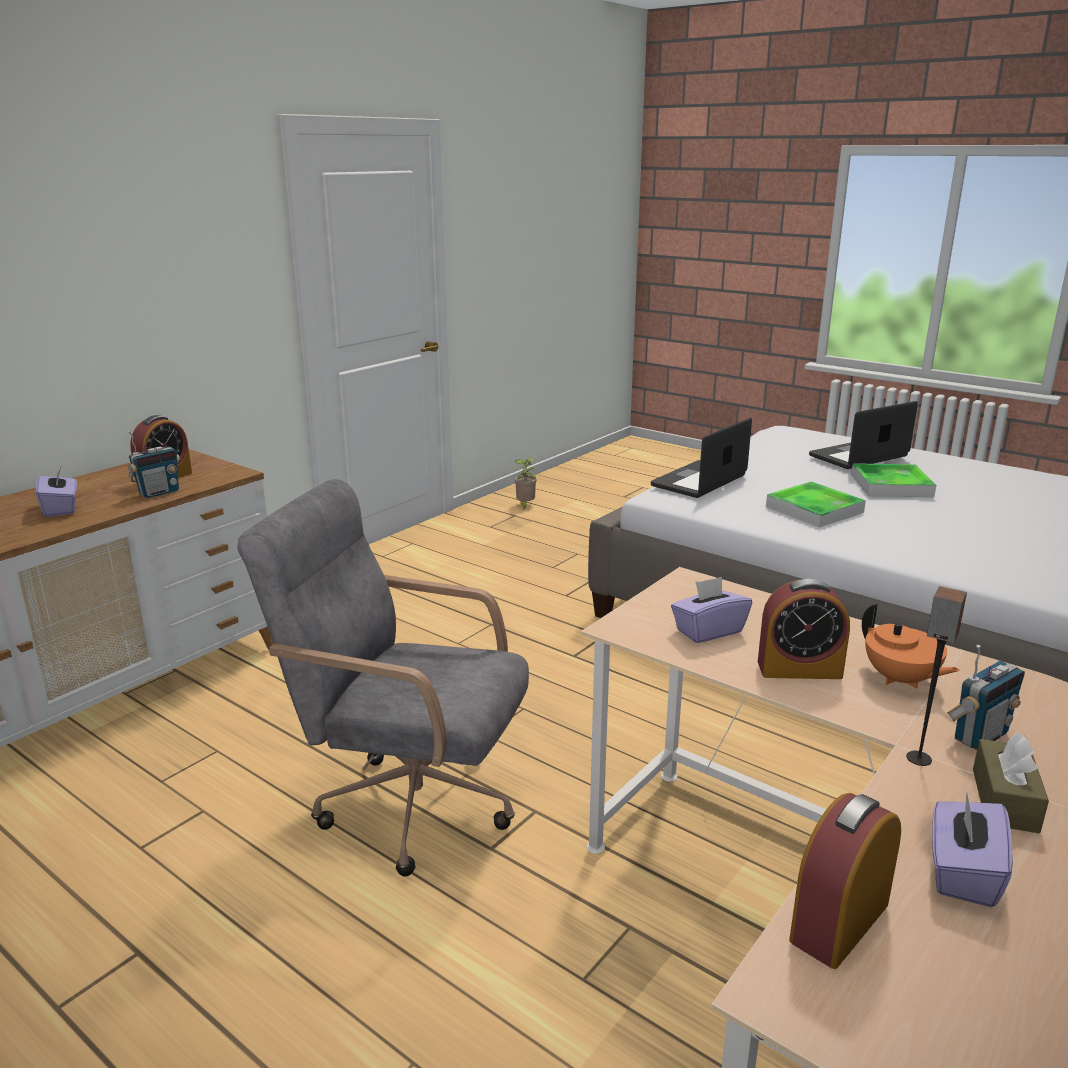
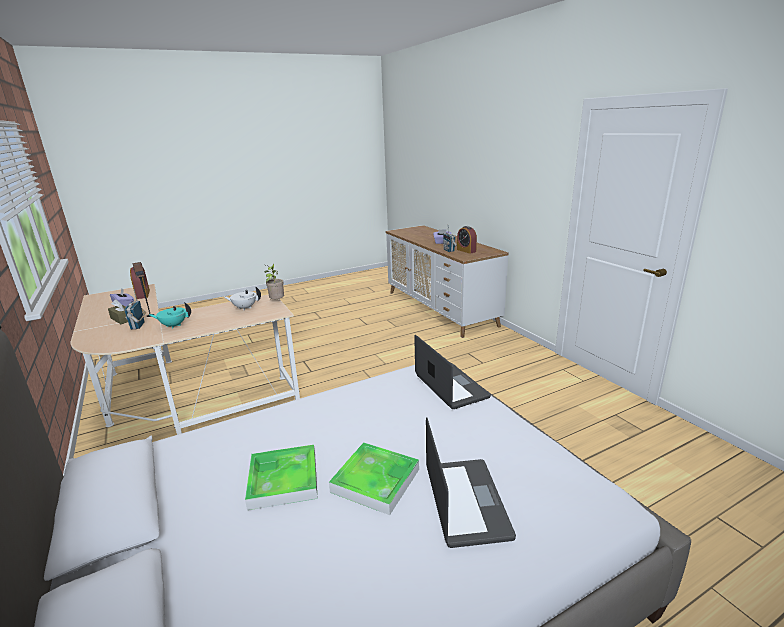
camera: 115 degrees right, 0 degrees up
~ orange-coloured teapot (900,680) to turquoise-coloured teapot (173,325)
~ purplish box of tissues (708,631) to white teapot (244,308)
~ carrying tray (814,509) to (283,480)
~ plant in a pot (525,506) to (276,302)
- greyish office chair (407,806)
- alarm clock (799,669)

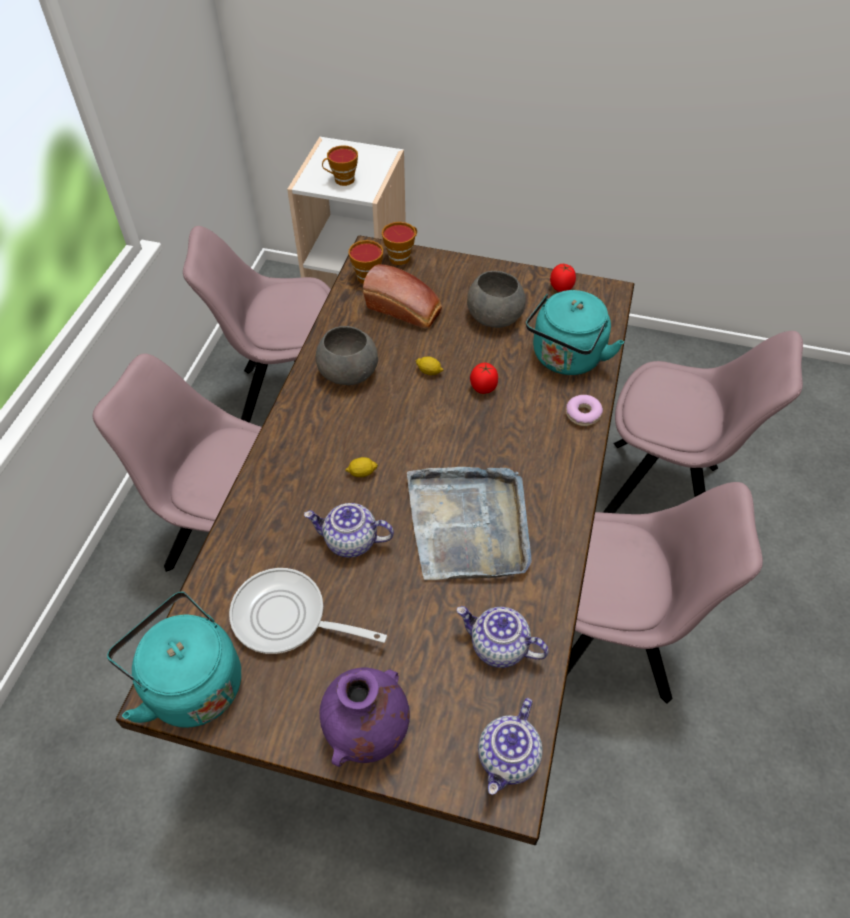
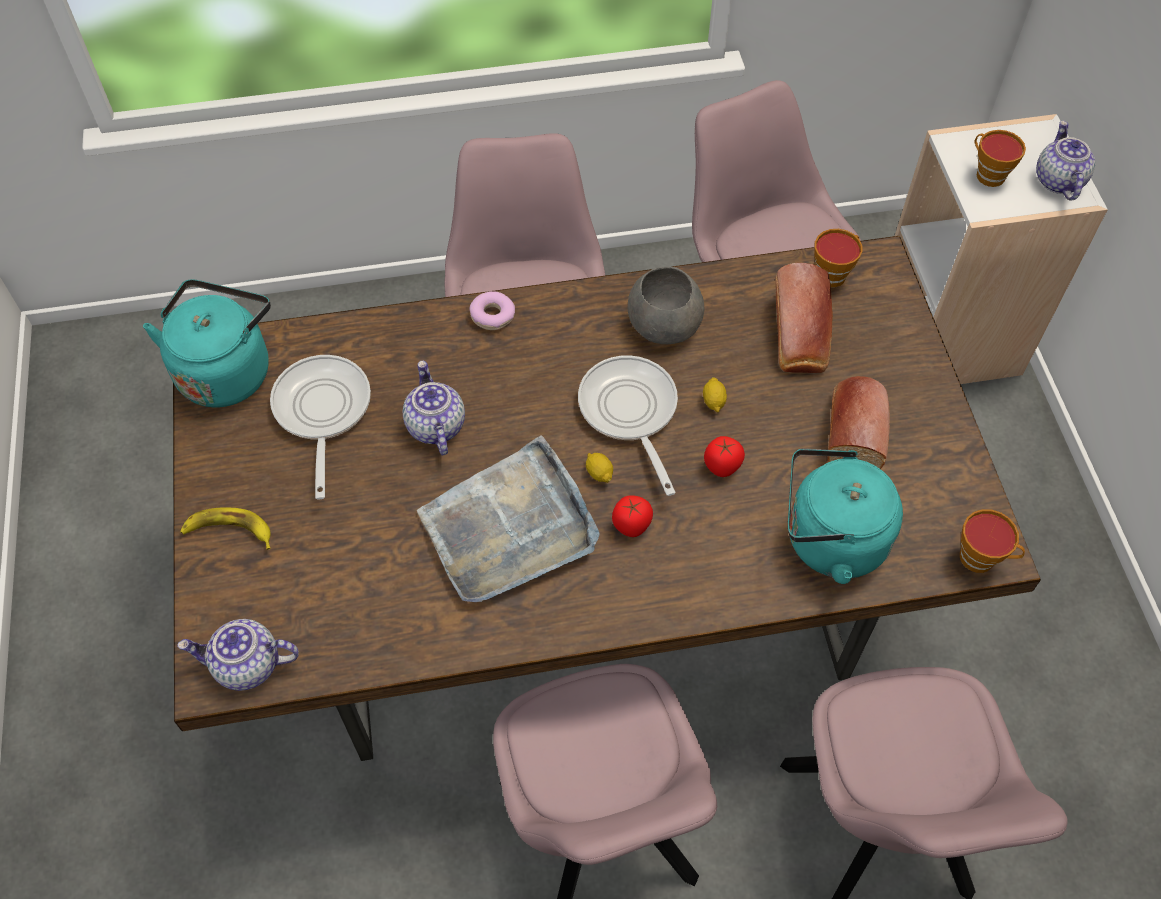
camera: 65 degrees right, 5 degrees up
~ purplish vase (367,733) to banana fruit (229,531)
~ doughnut (583,414) to (492,315)
+ skillet (630,413)
~ whole lemon (362,473) to (599,473)
~ tomato (561,287) to (631,525)
~ greyish bowl (493,315) to baked bread (854,432)
~ drinking cup (401,256) to (981,558)
~ teapot (498,646) to (1057,180)

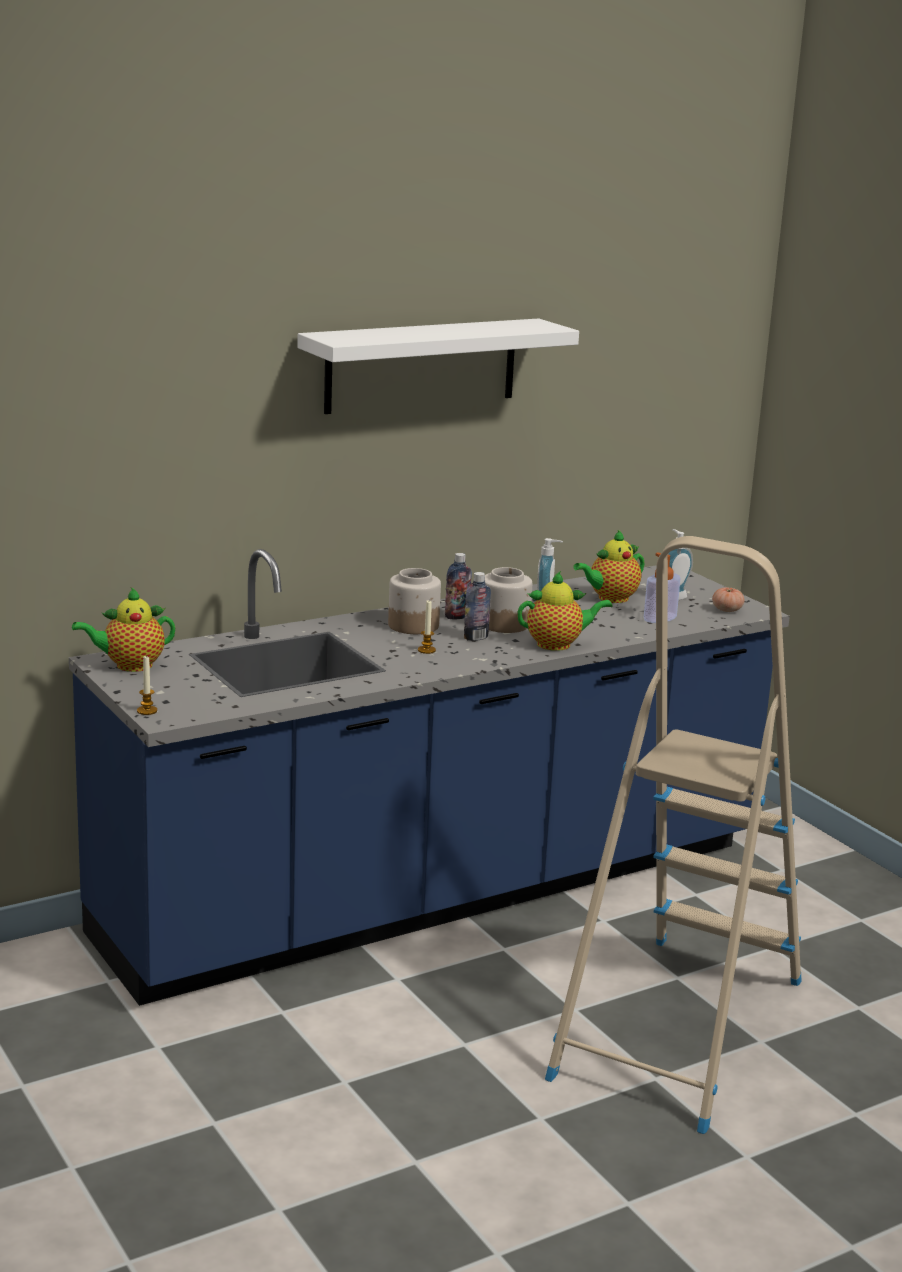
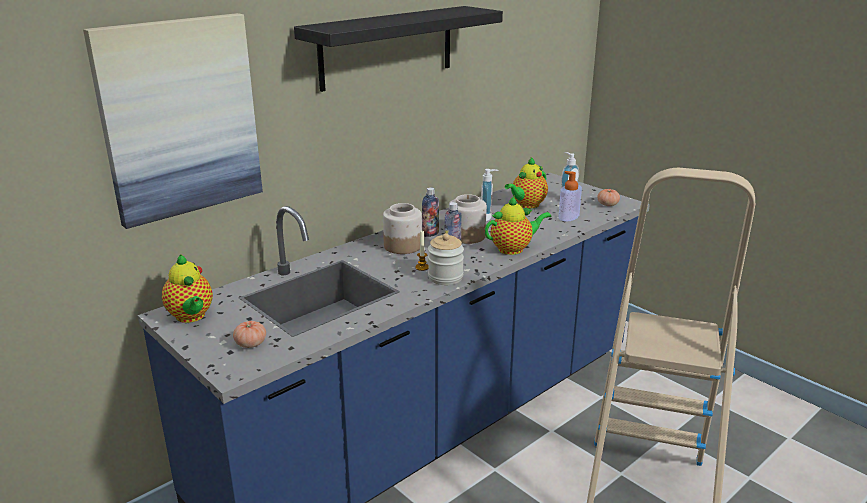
camera: 10 degrees left, 5 degrees up
+ picture (180,118)
~ teapot (129,665) = (191,317) 90 degrees counterclockwise
+ tomato (250,344)
~ white wall shelf (421,365) to black-coloured wall shelf (387,47)
+ storage jar (445,277)
- wax candle (147,711)

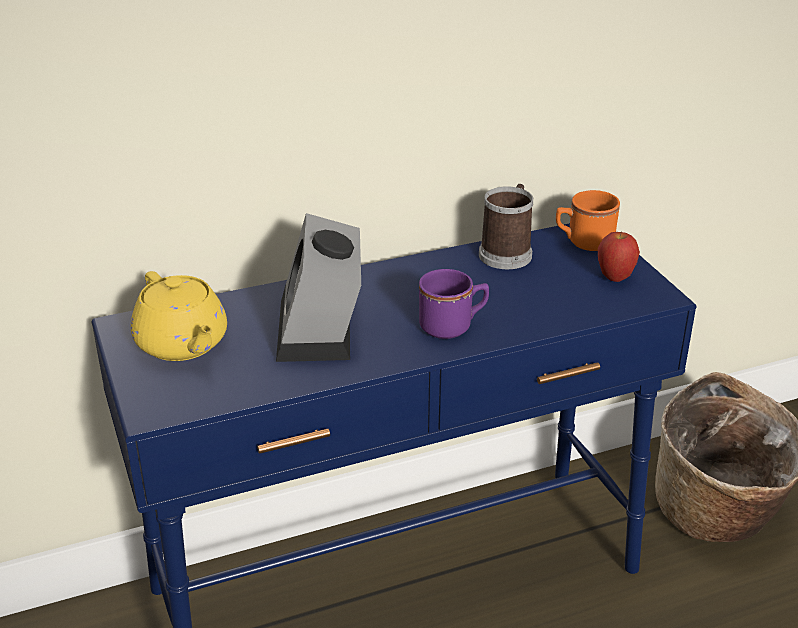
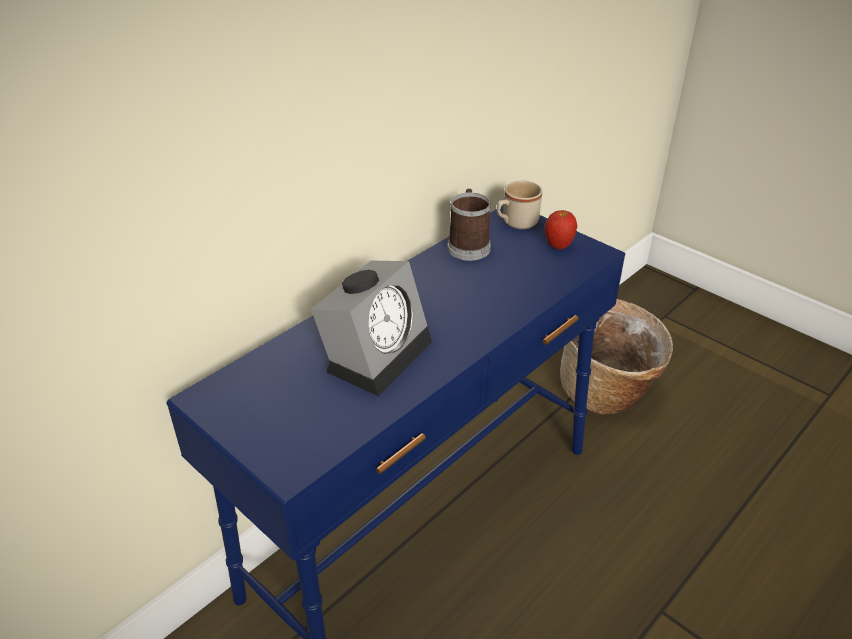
camera: 25 degrees left, 5 degrees up
~ alarm clock (321,331) = (377,352) 120 degrees counterclockwise
~ orange-coloured tea mug (583,242) to beige tea mug (515,223)
- yellowish teapot (182,344)
- purplish tea mug (453,326)

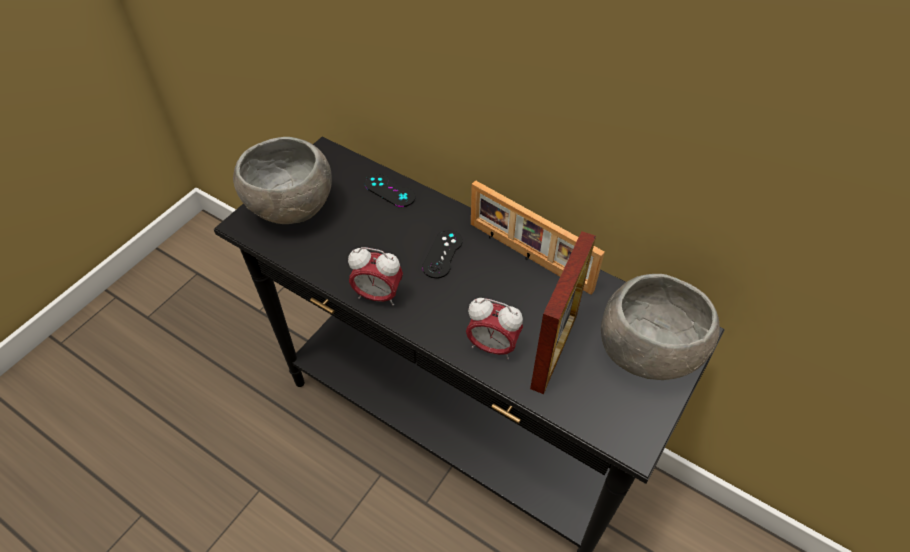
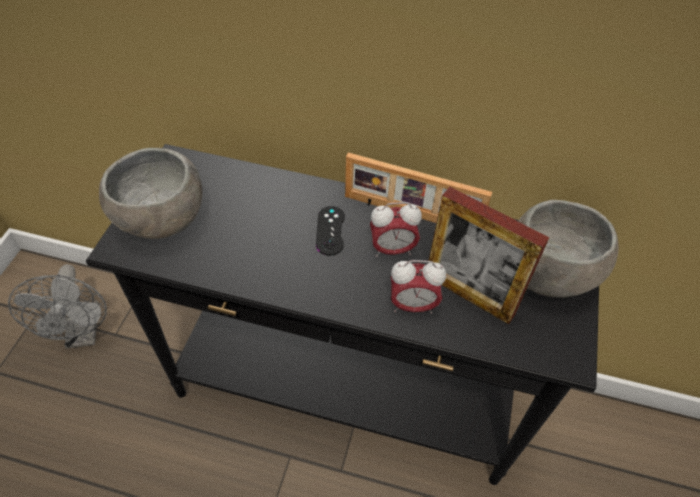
camera: 20 degrees left, 0 degrees up
+ greyish electric fan (83,334)
~ alarm clock (378,295) to (392,249)
~ picture frame (554,351) = (469,295) 120 degrees clockwise
- black-coloured gamepad (389,190)

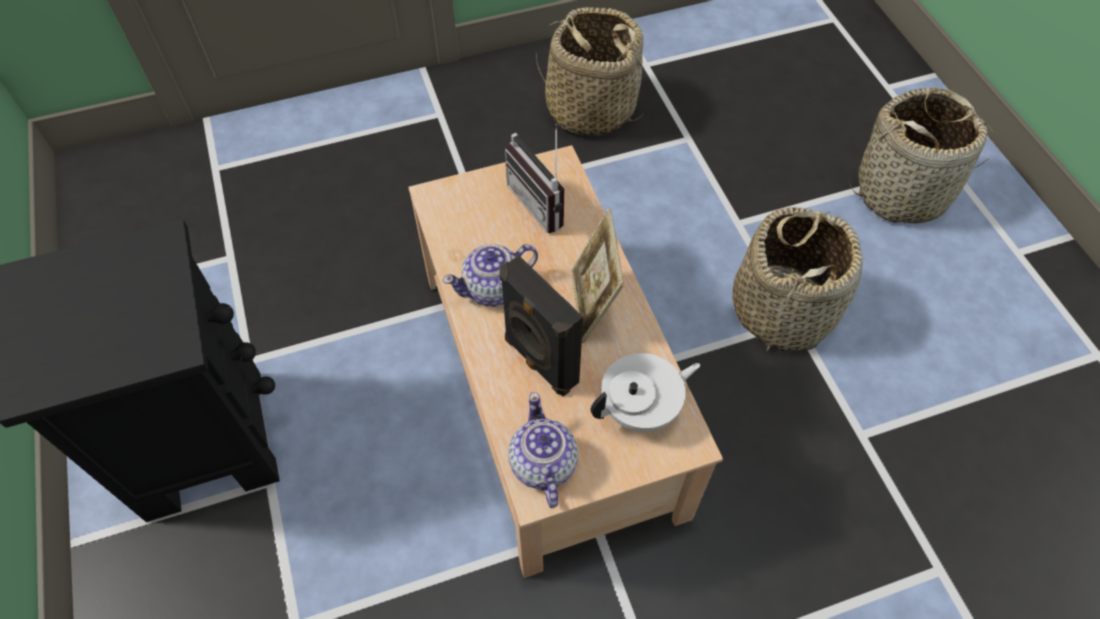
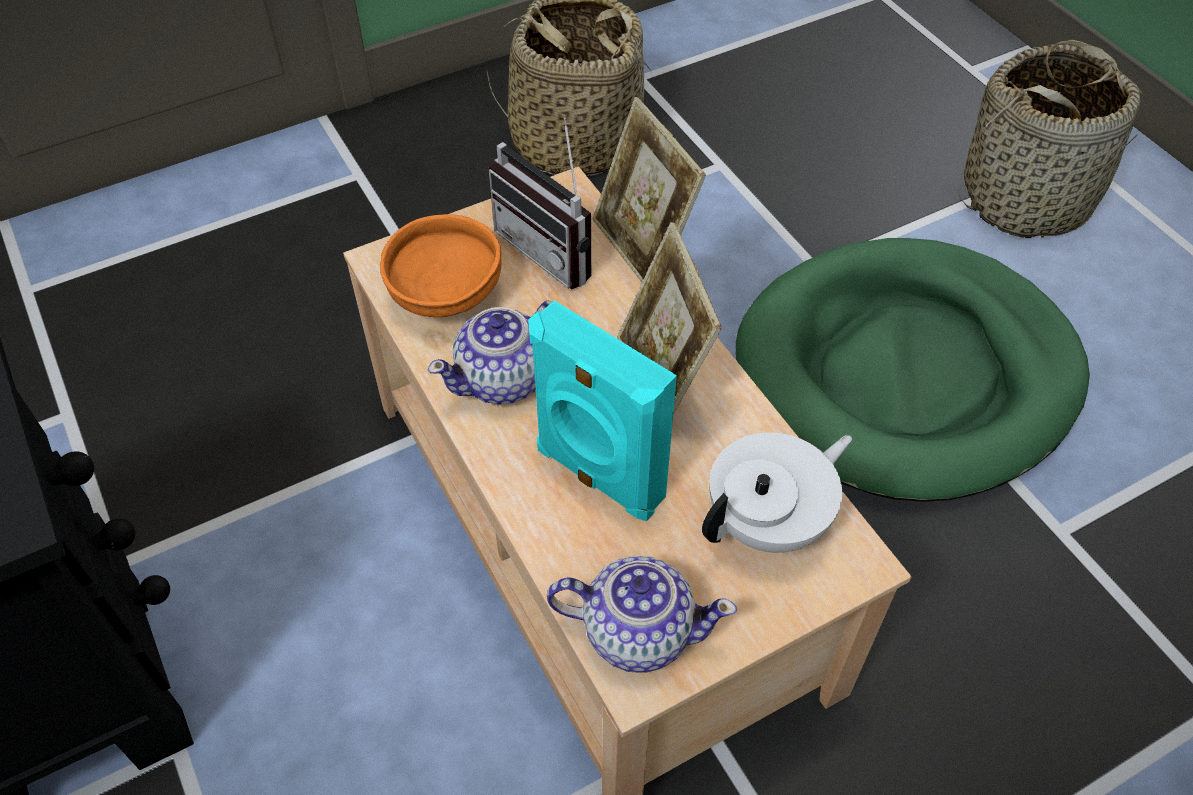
camera: 10 degrees left, 5 degrees down
+ orange-coloured bowl (444,294)
~ black-coloured loudspeaker (539,362) to turquoise-coloured loudspeaker (597,476)
~ teapot (542,465) = (636,631) 120 degrees clockwise
+ picture frame (642,250)
~ household basket (782,309) to green-coloured pet bed (906,374)

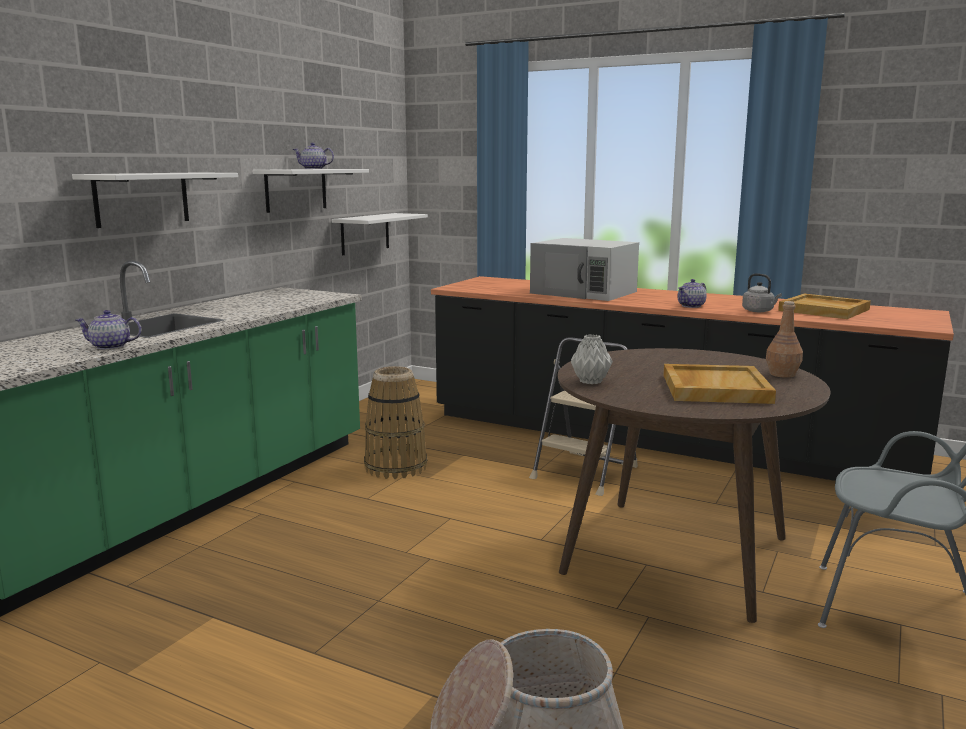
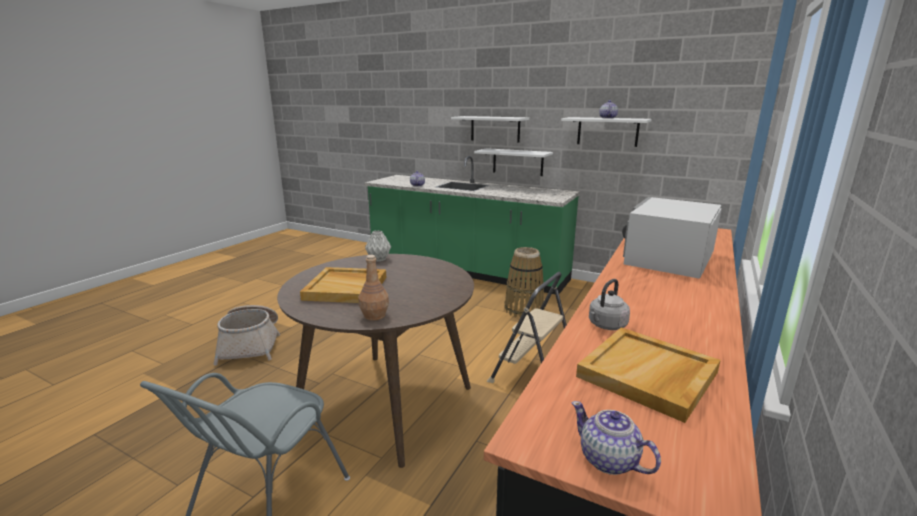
camera: 90 degrees right, 5 degrees up
~ white wall shelf (365,233) to (517,162)
~ teapot (691,306) to (609,460)

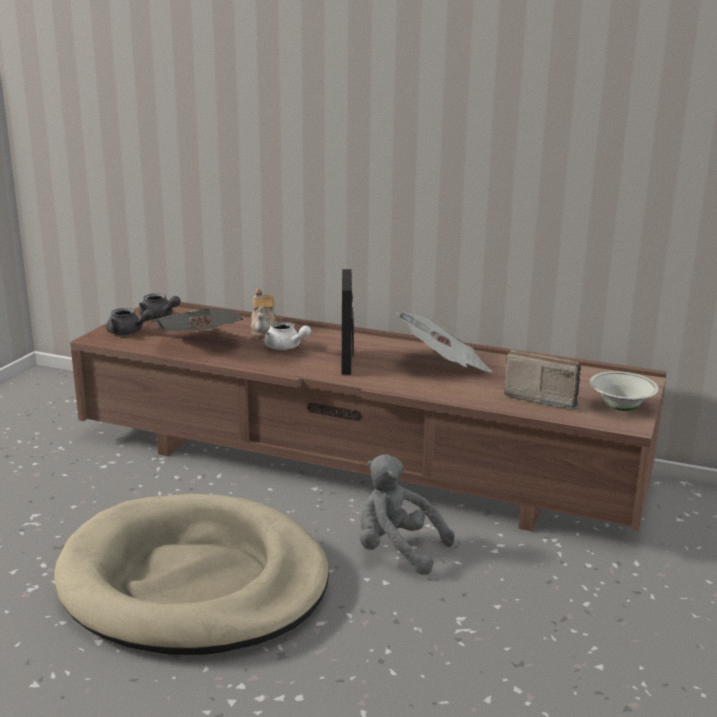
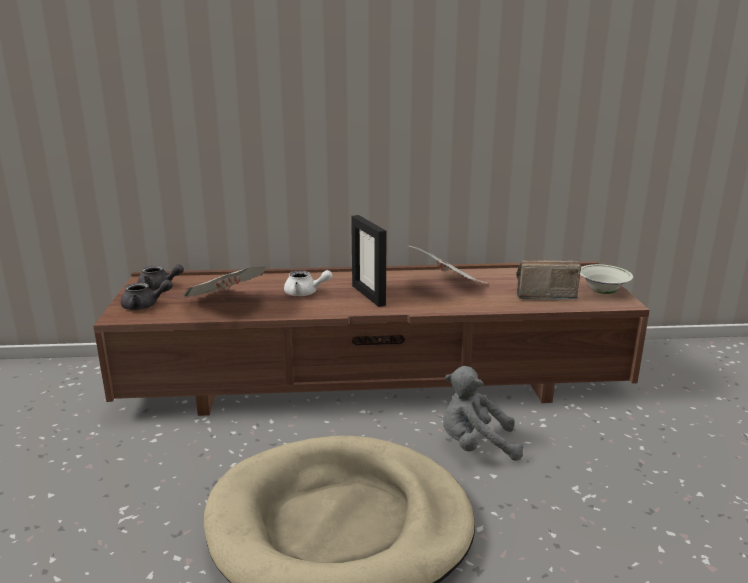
camera: 25 degrees left, 0 degrees up
- teapot (264,330)

